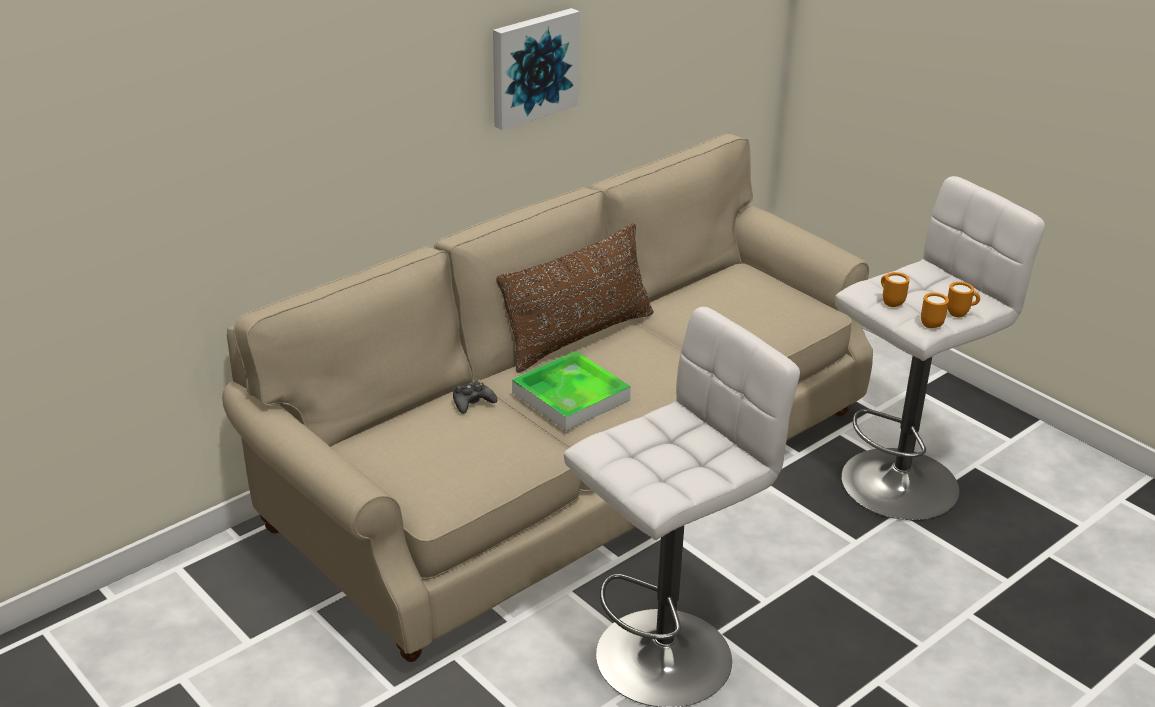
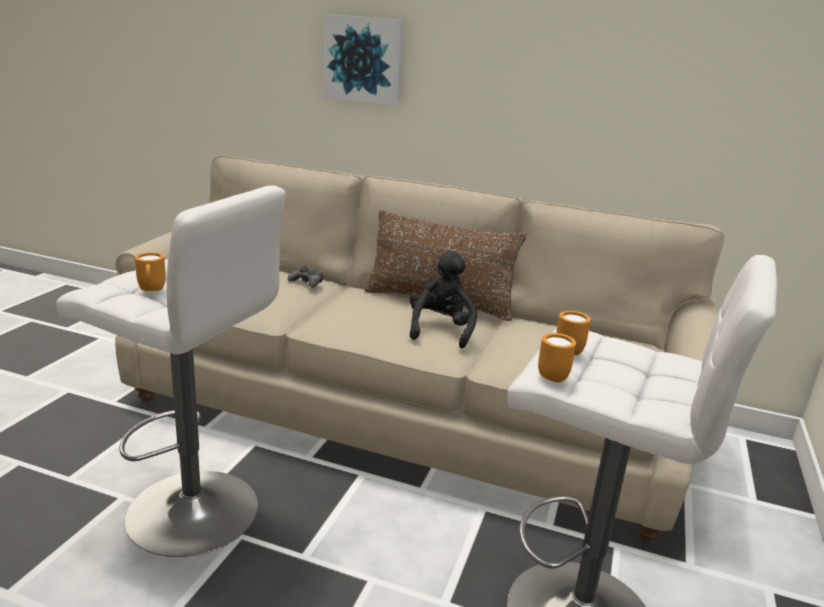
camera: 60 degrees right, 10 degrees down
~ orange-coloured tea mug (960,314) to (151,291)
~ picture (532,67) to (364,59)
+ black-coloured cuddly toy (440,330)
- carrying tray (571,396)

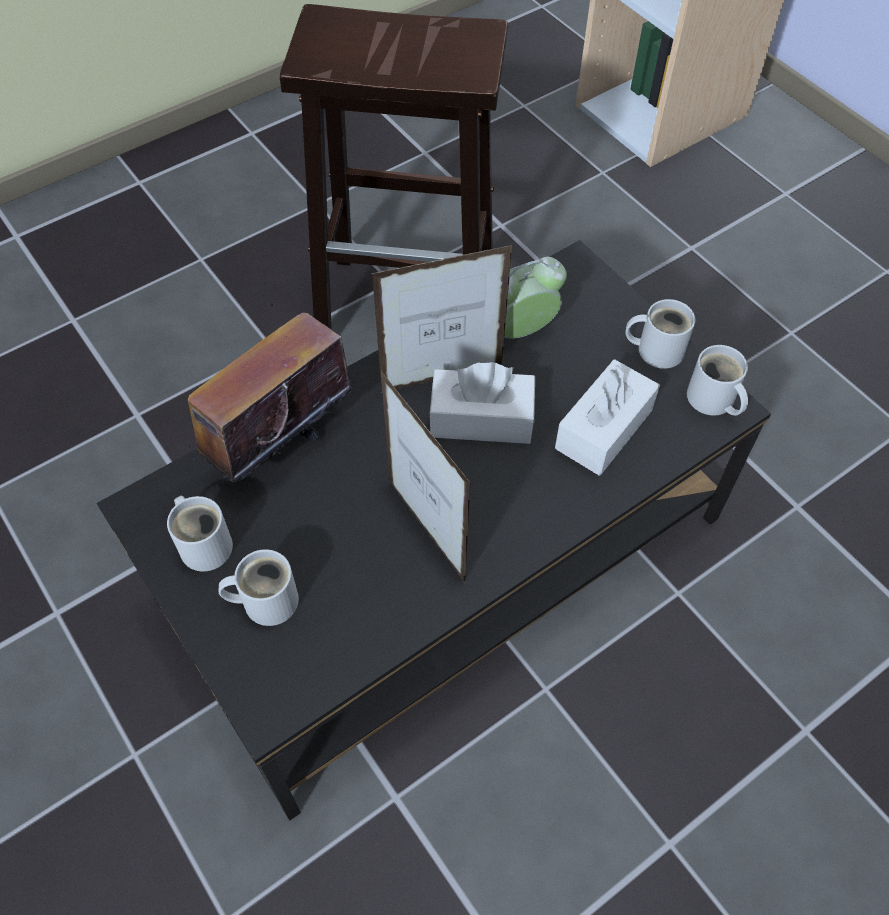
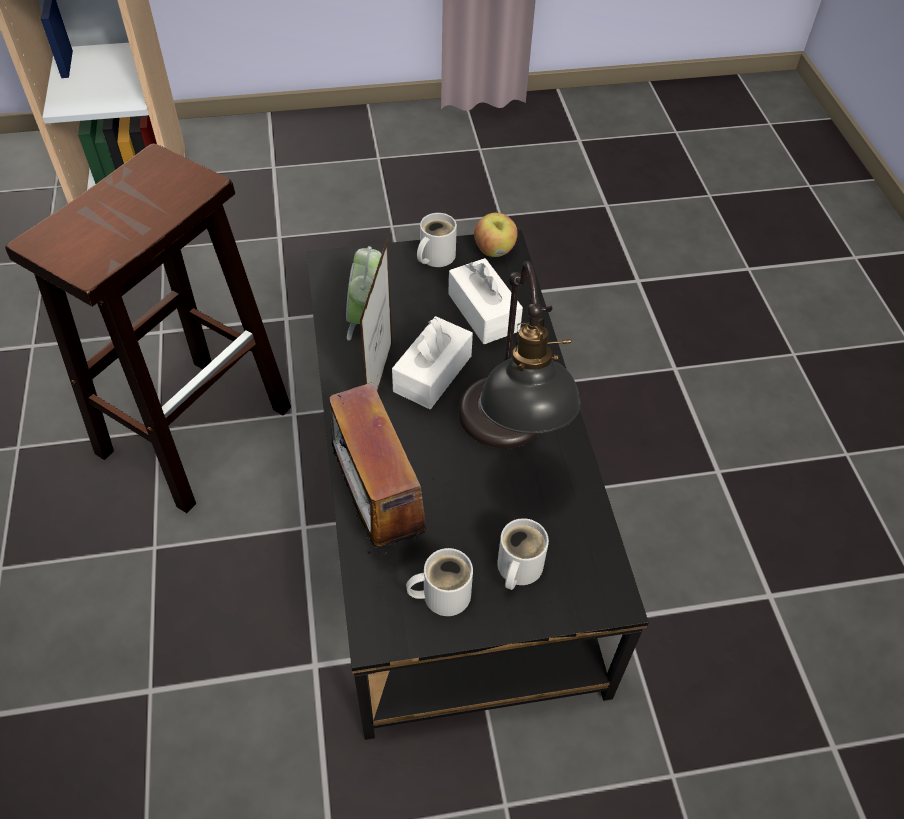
camera: 65 degrees left, 5 degrees down
~ picture frame (426,531) to greyish tabletop lamp (510,444)
~ white tea mug (712,401) to apple (495,250)

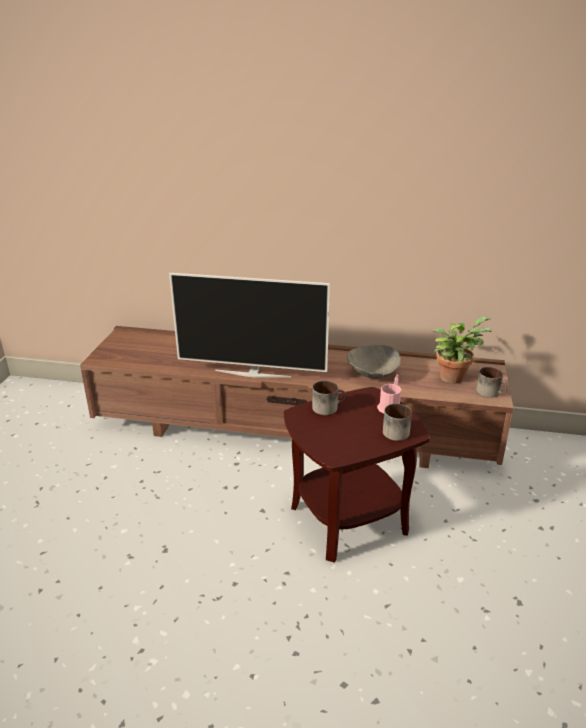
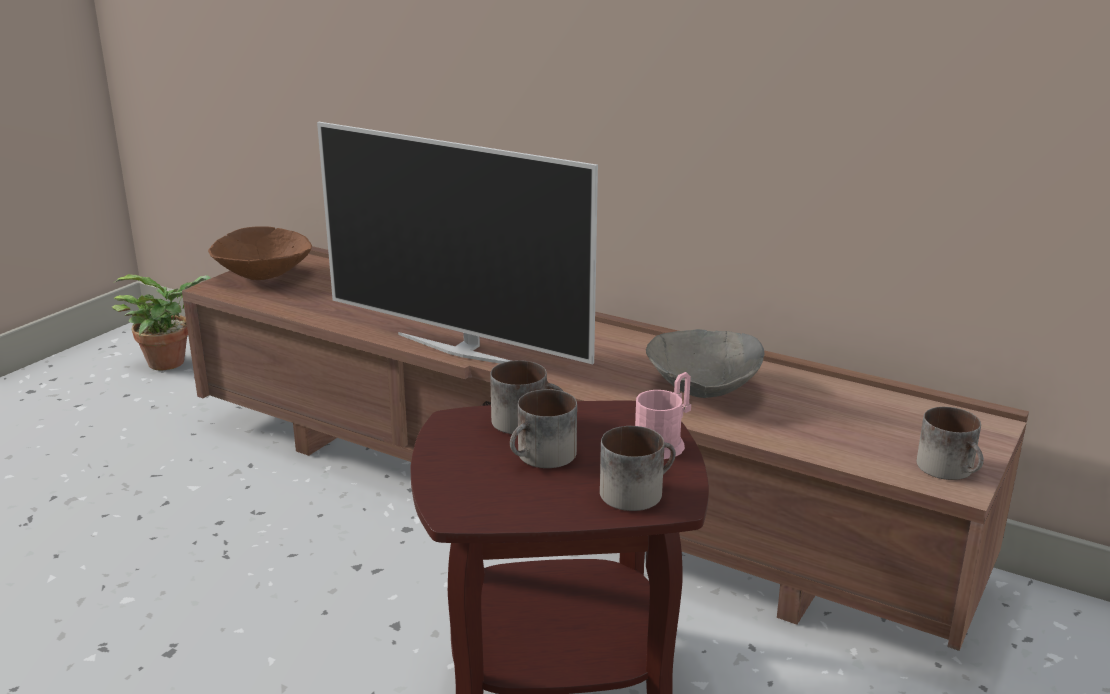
camera: 20 degrees right, 5 degrees down
~ plant in a pot (453,376) to (172,362)
+ brownish bowl (264,275)
+ tea mug (543,457)

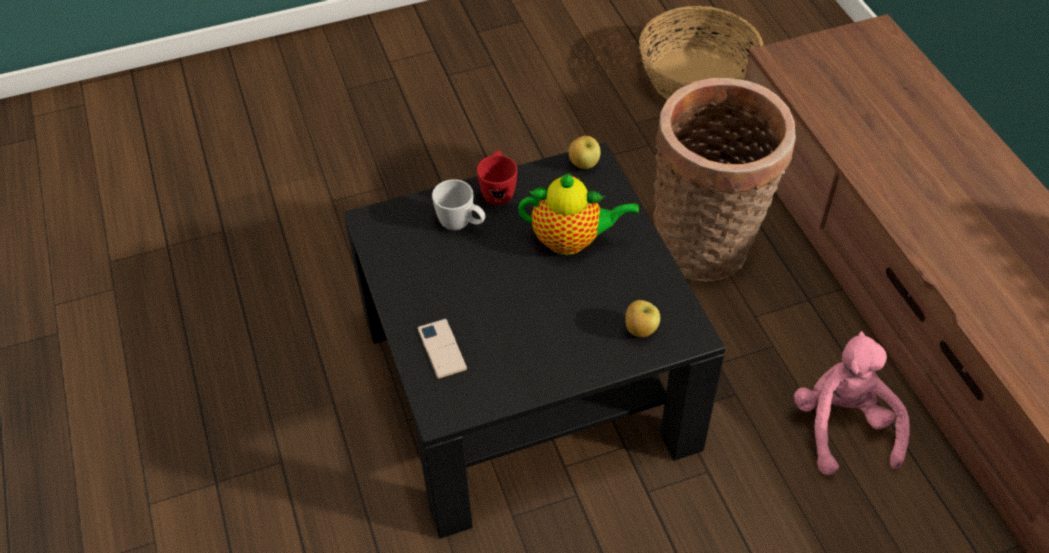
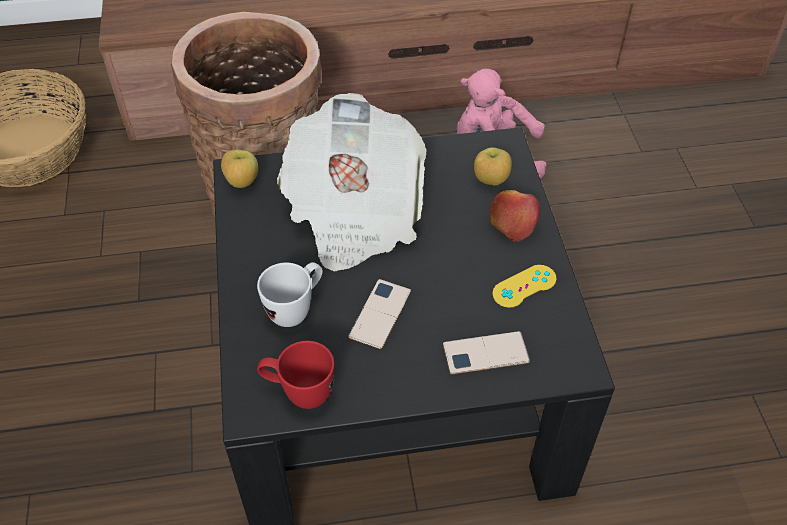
camera: 80 degrees left, 0 degrees up
~ red tea mug (498,191) to (299,392)
~ teapot (571,240) to newspaper (353,212)
+ handset (380,314)
+ apple (513,221)
+ yellowish gamepad (524,286)

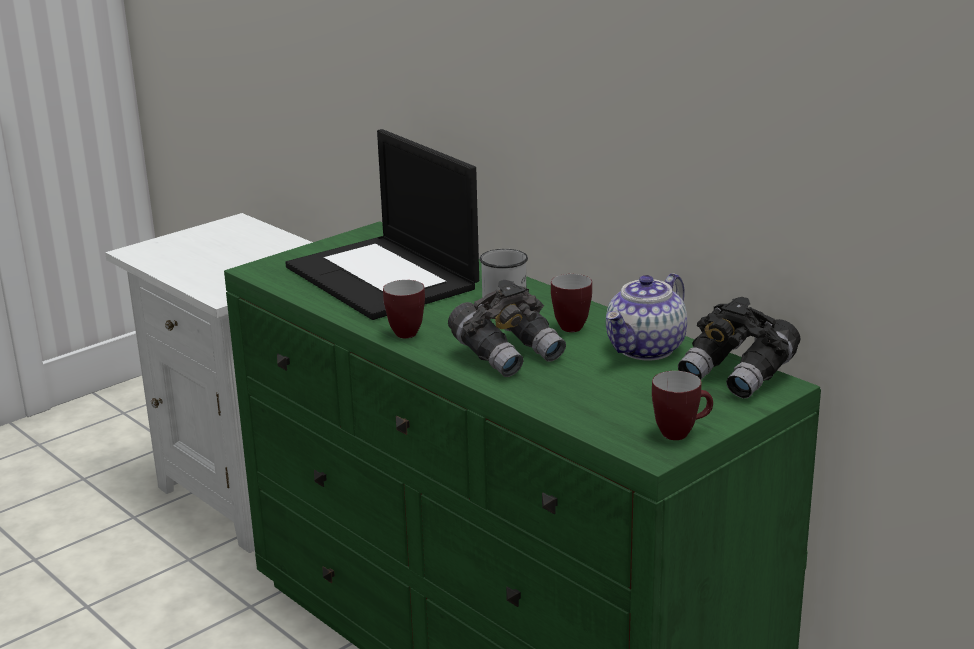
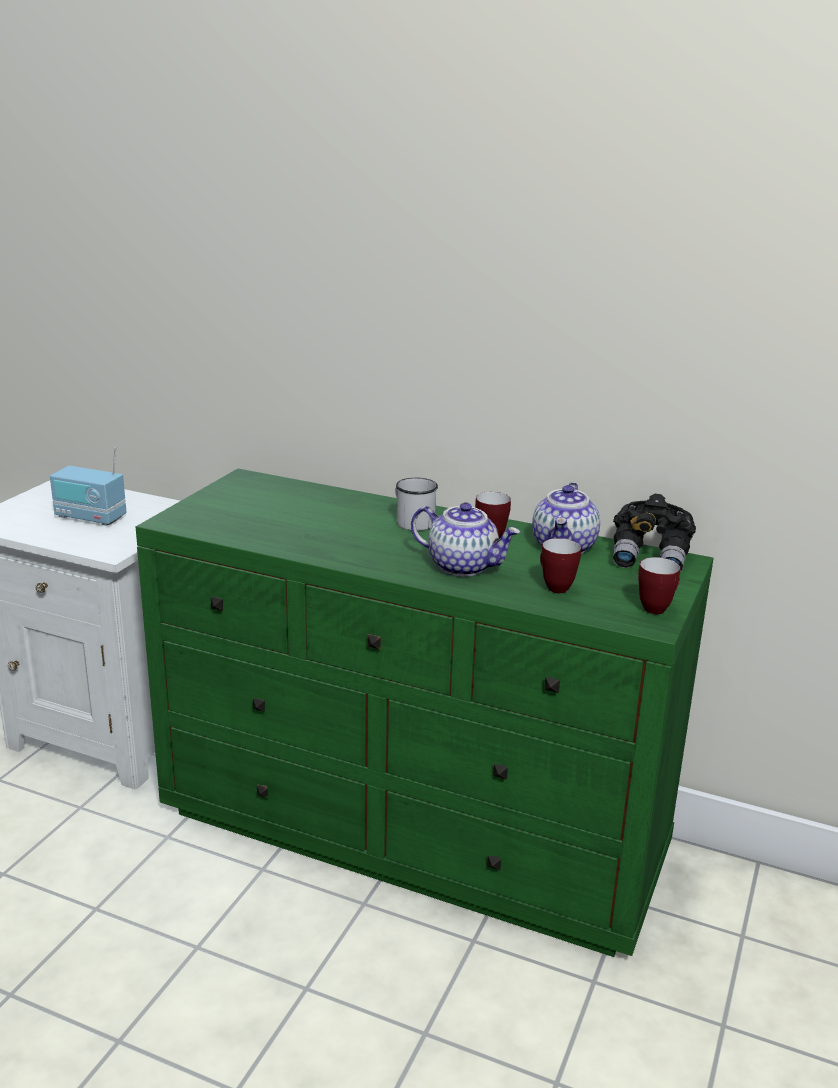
camera: 25 degrees left, 0 degrees up
+ radio receiver (90,517)
~ greyish binoculars (508,354) to teapot (463,566)
~ tea mug (405,332) to (553,587)
- notebook computer (384,277)

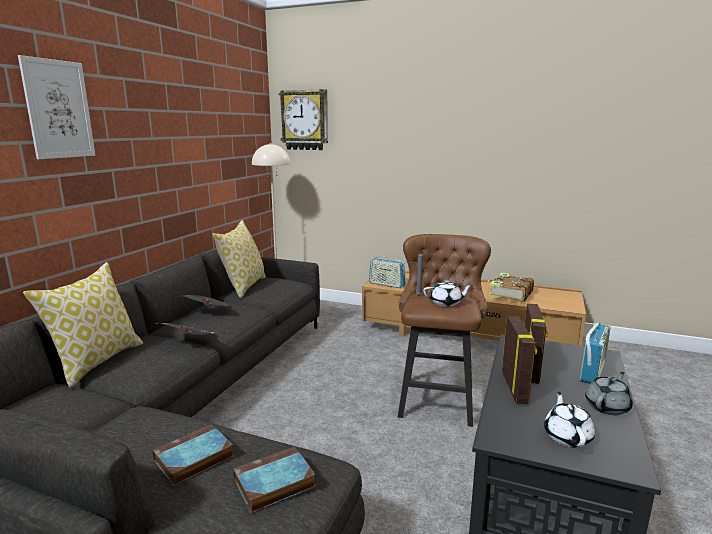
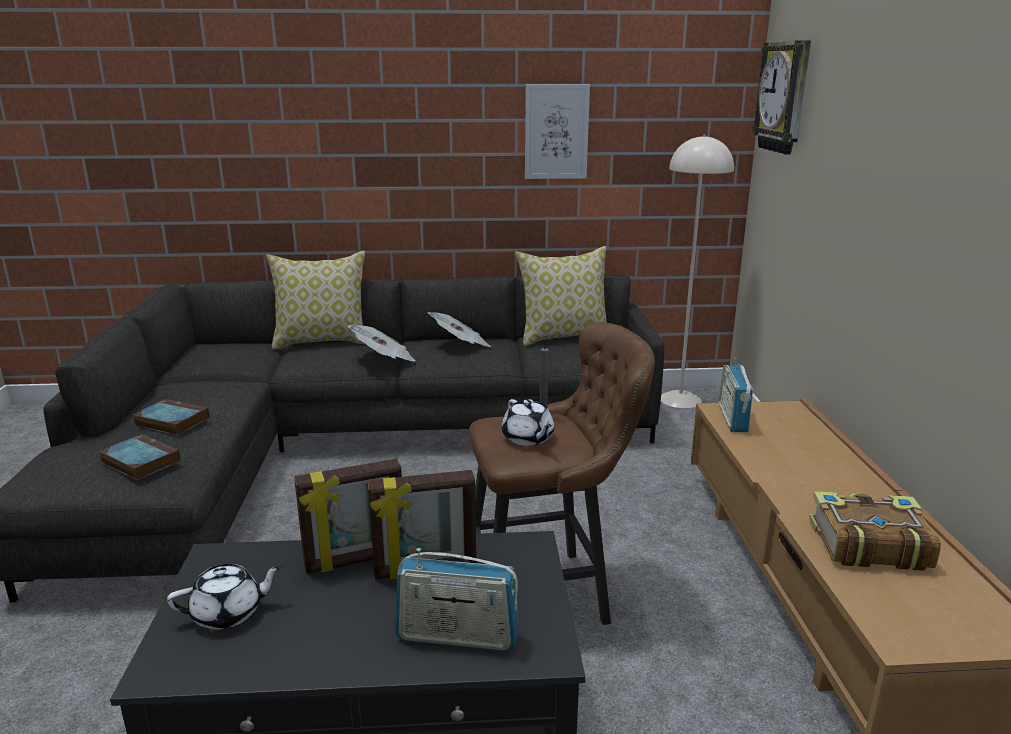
camera: 65 degrees right, 5 degrees up
~ picture (58,109) to (556,132)
- greyish teapot (607,407)

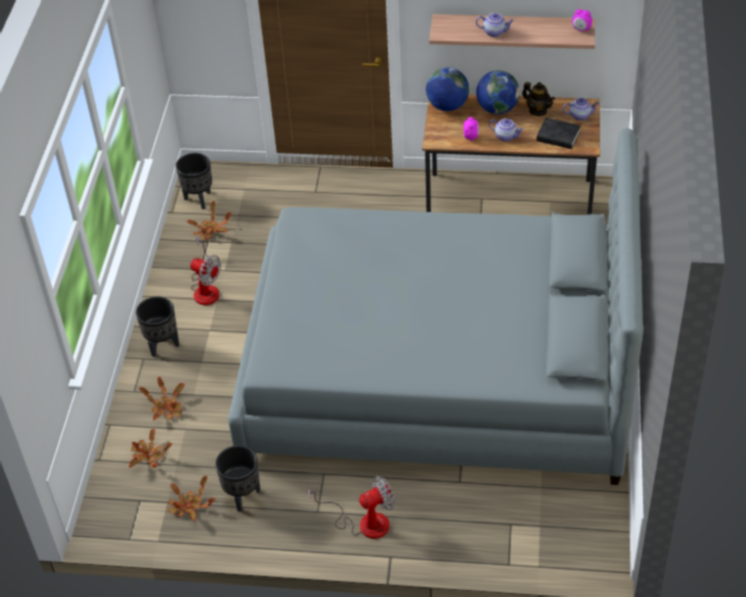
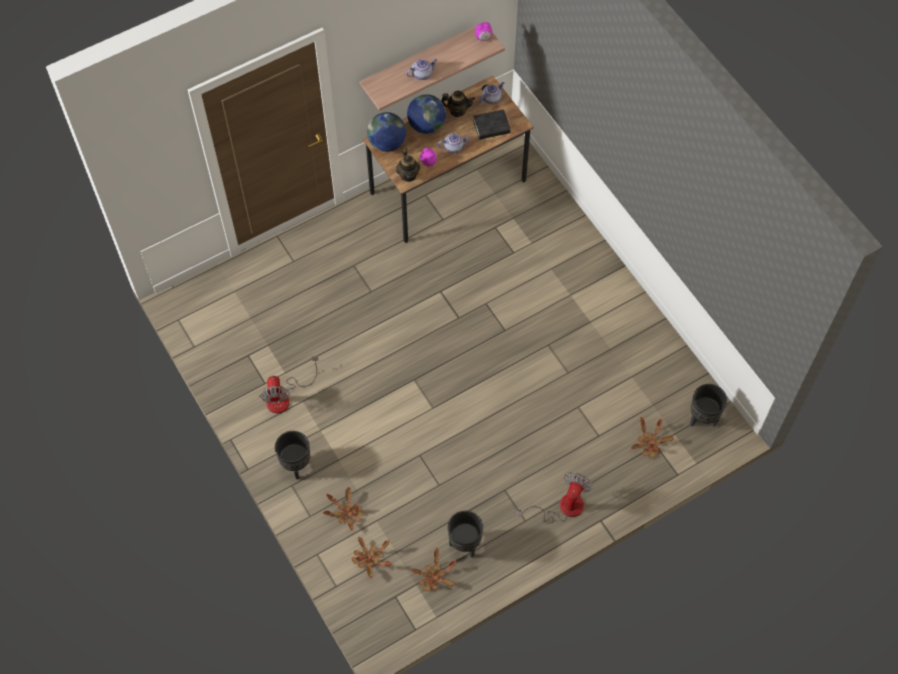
camera: 40 degrees left, 15 degrees up
~ electric fan (206,288) = (284,397) 90 degrees clockwise
+ teapot (408,175)
~ plant in a pot (209,231) to (649,443)
~ black-coloured planter (199,199) to (702,418)
- greyish bedroom bed (437,372)

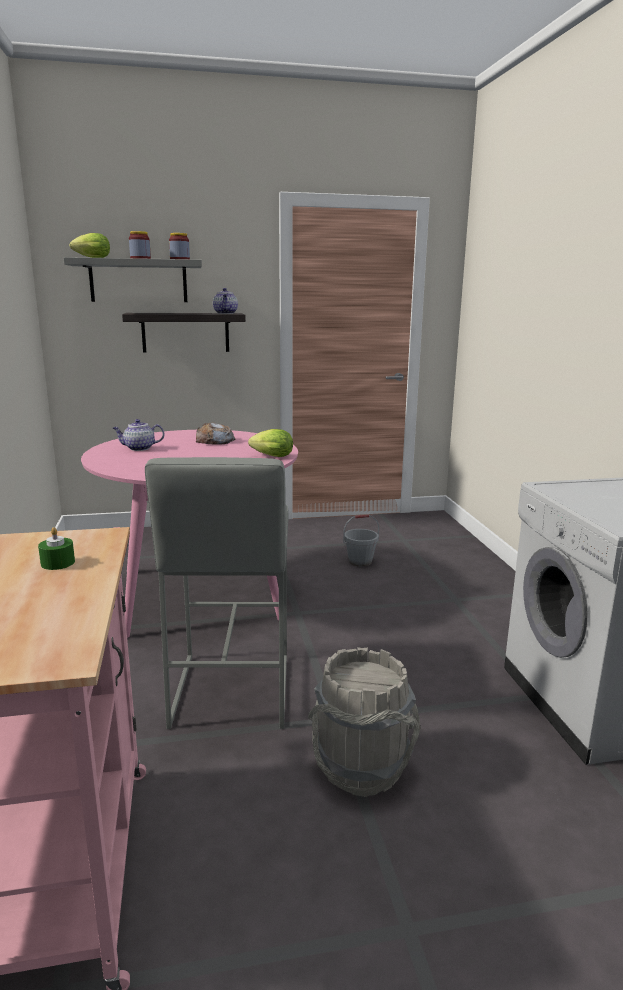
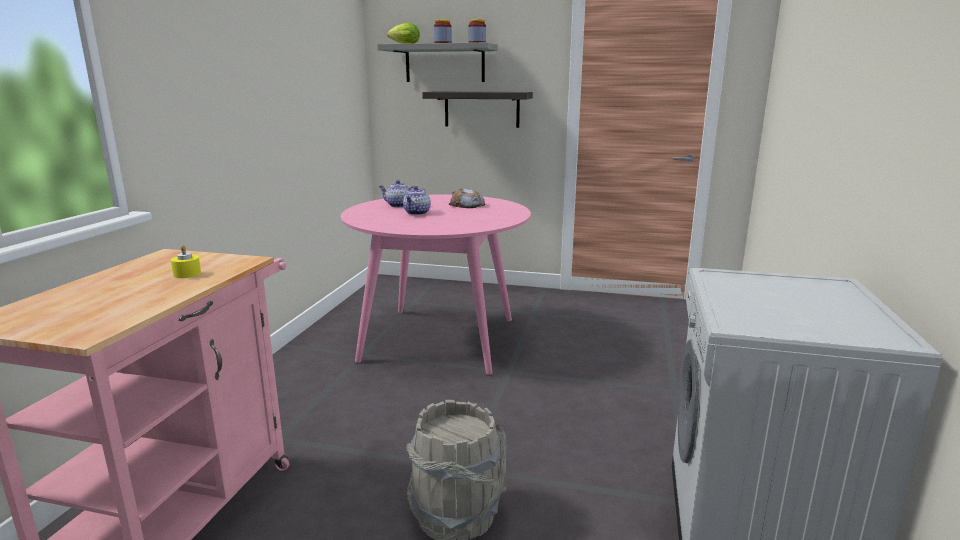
camera: 25 degrees right, 0 degrees up
~ green-coloured wax candle (58,563) to yellowish wax candle (187,274)
~ teapot (226,313) to (417,213)
- greyish stool (231,691)
- head of lettuce (270,456)
- greyish pail (360,561)

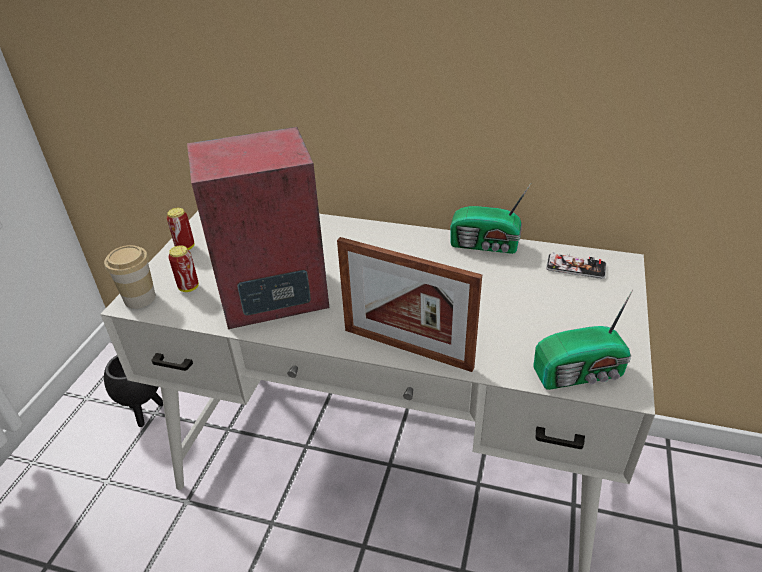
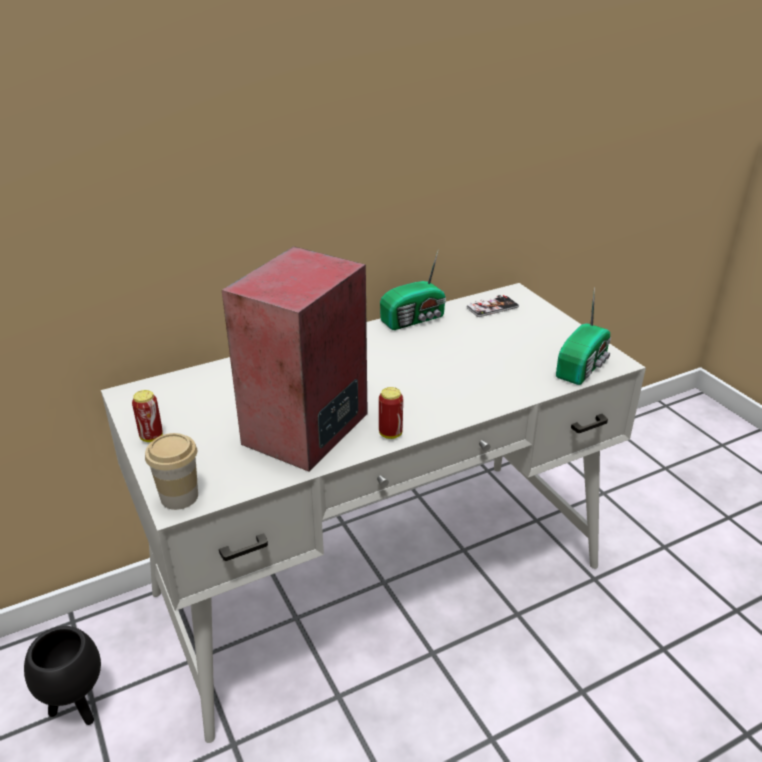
camera: 45 degrees left, 5 degrees down
~ metal can (188,287) to (390,434)
- picture frame (407,348)

